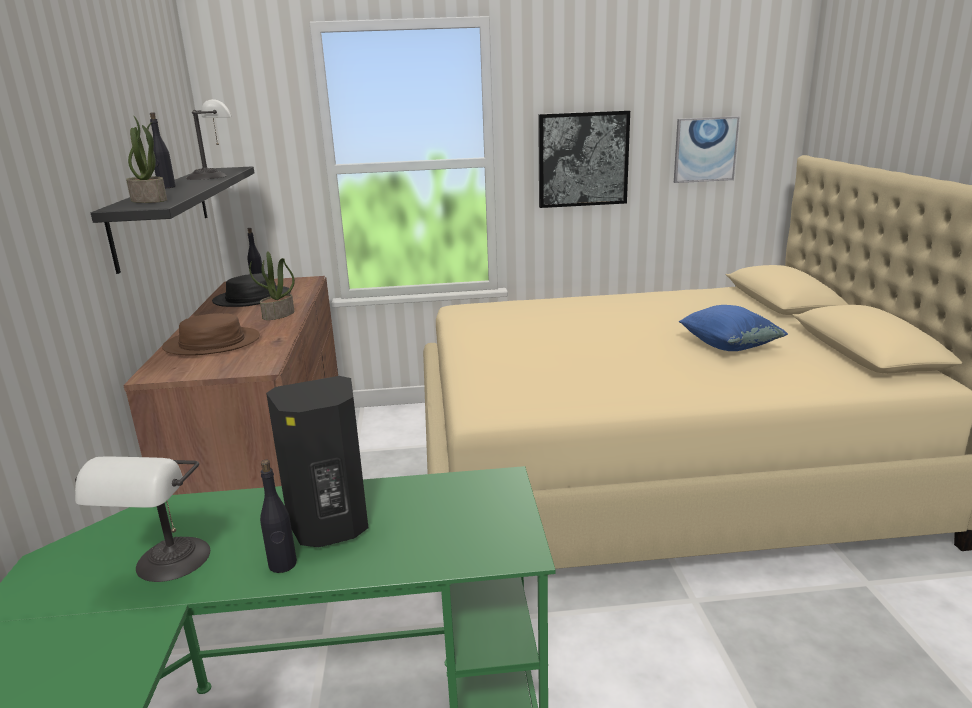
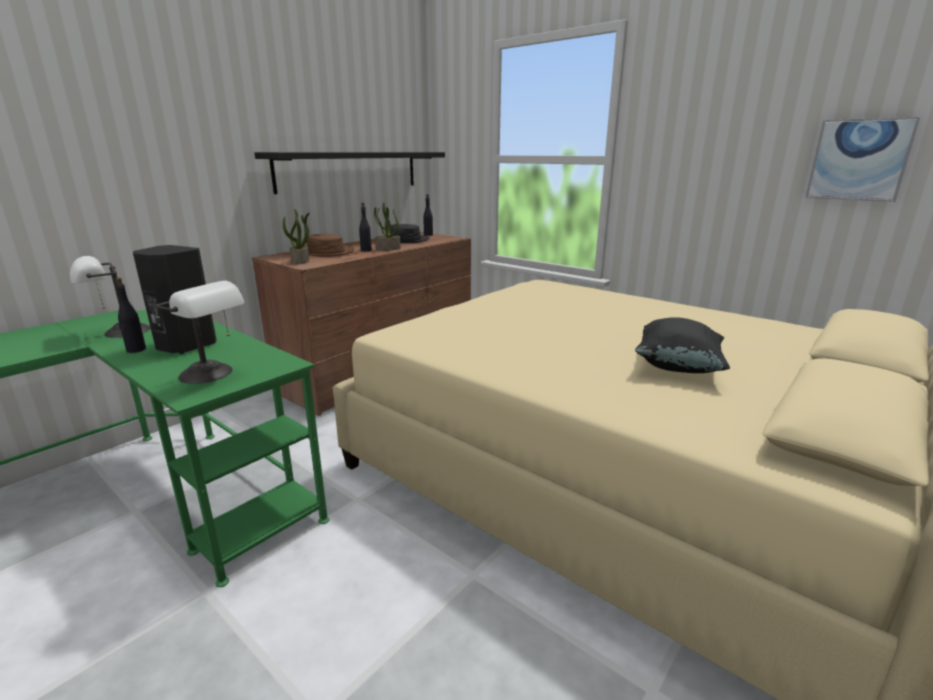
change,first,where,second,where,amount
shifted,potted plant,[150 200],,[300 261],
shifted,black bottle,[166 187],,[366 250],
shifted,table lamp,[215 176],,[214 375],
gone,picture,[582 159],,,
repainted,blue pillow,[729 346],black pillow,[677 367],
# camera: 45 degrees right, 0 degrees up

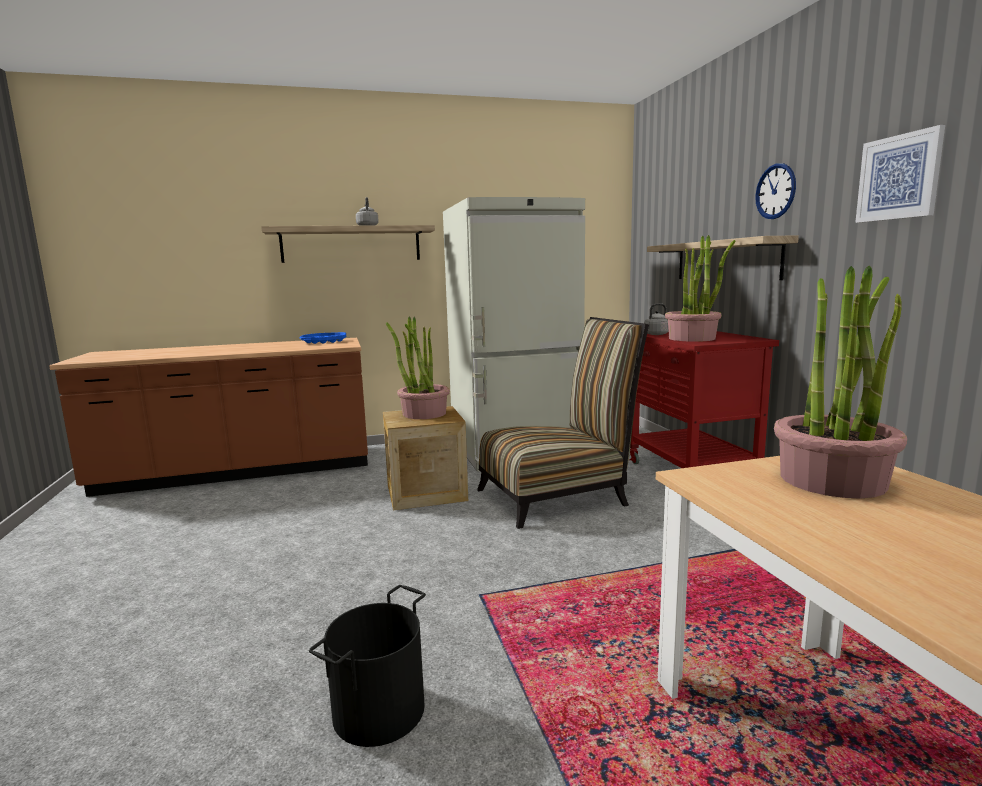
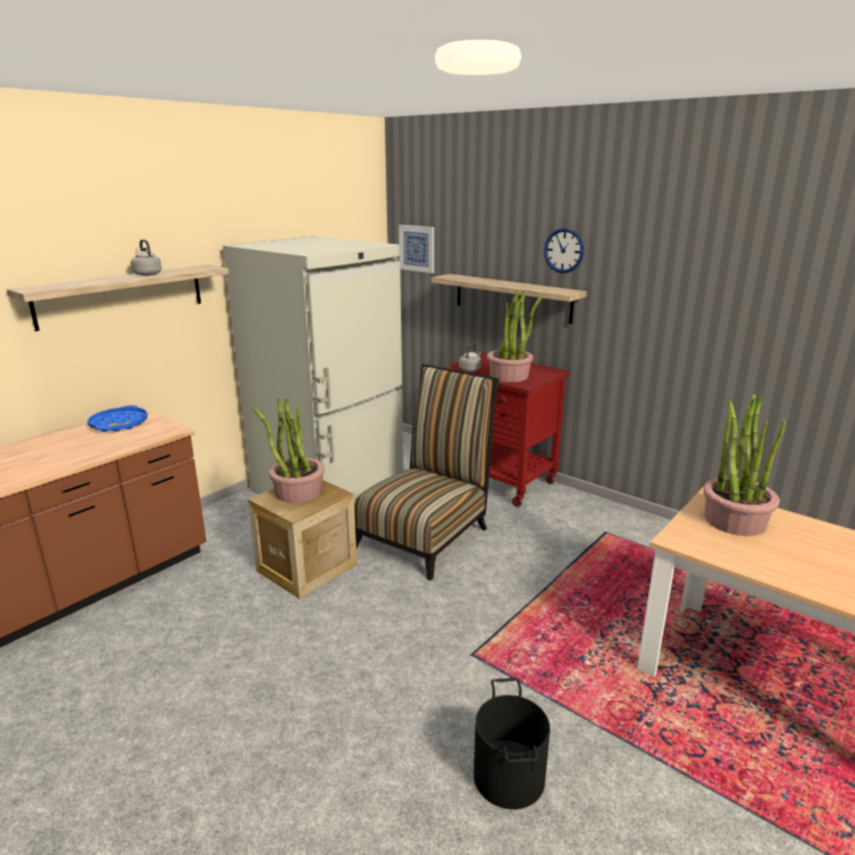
change,first,where,second,where,amount
shifted,picture,[899 177],,[417 248],
# camera: 35 degrees left, 10 degrees up

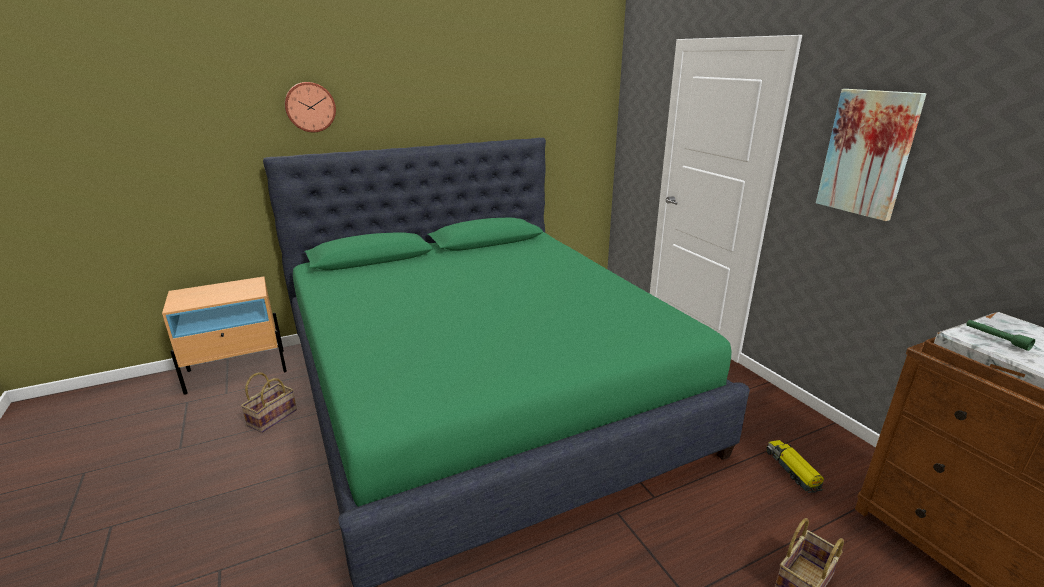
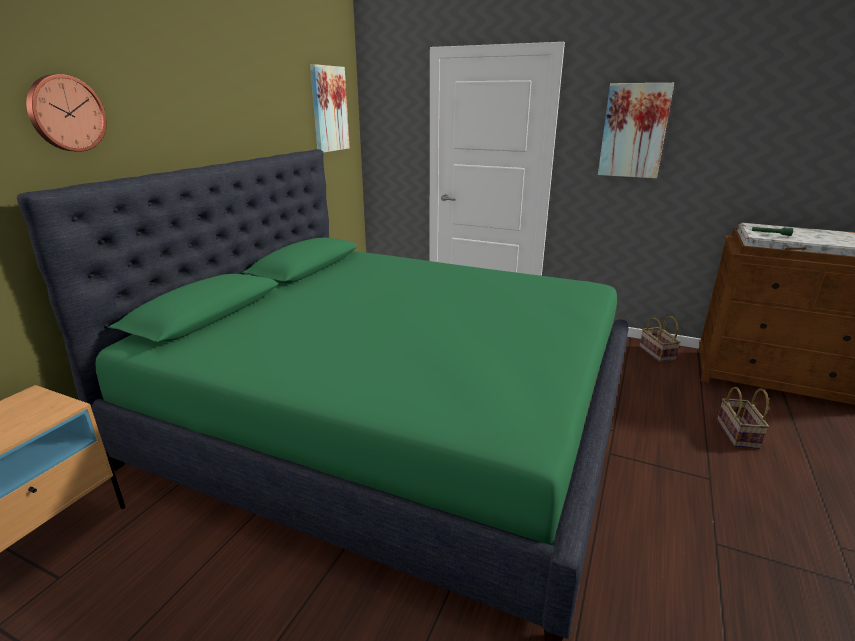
change,first,where,second,where,amount
shifted,basket,[272 417],,[655 353],
gone,toy truck,[792 471],,,
new,,,picture,[329 109],
# camera: 40 degrees left, 0 degrees up

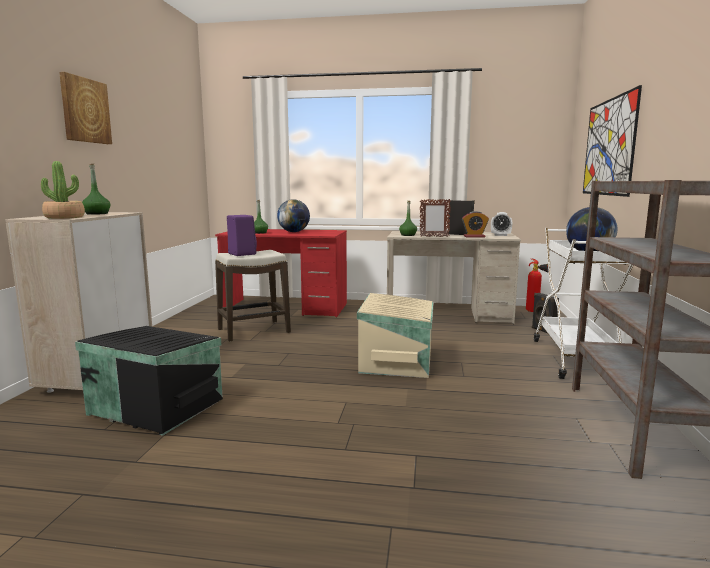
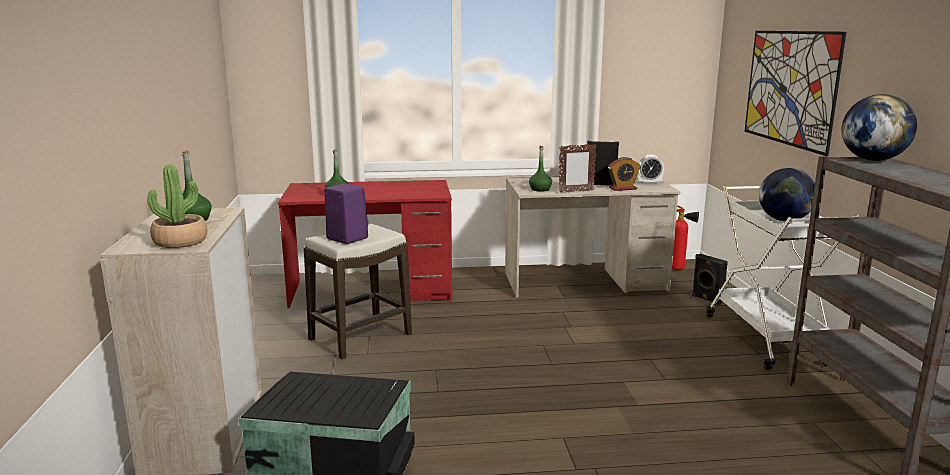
change,first,where,second,where,amount
gone,picture,[85 110],,,
shifted,globe,[294 232],,[873 160],
gone,beige storage box,[398 360],,,
# camera: 15 degrees left, 5 degrees up

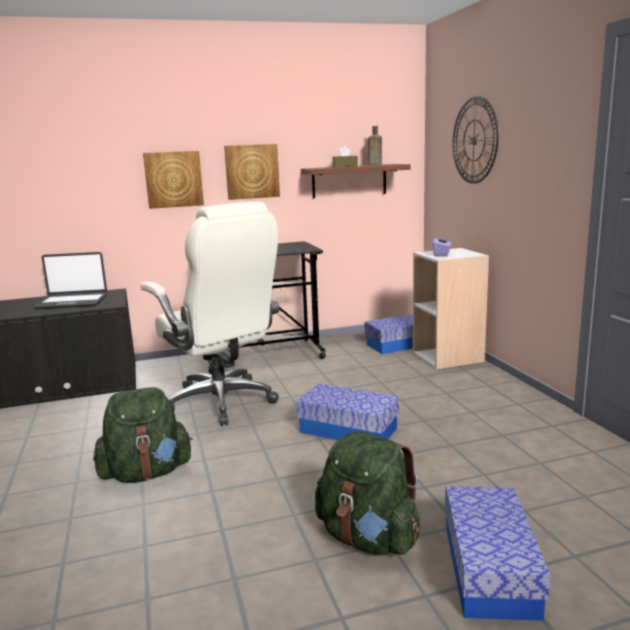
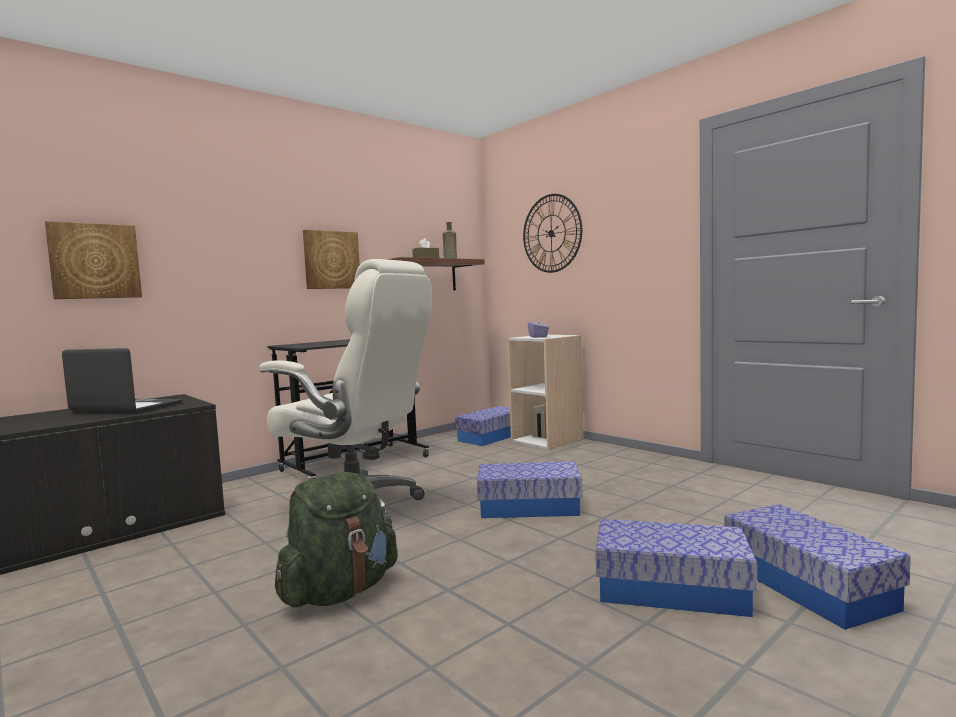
change,first,where,second,where,amount
rotated,laptop,[72 302],,[126 408],135 degrees counterclockwise
shifted,picture,[173 179],,[95 261],
swapped,green backpack,[368 538],storage box,[671 590],
# camera: 25 degrees left, 10 degrees down

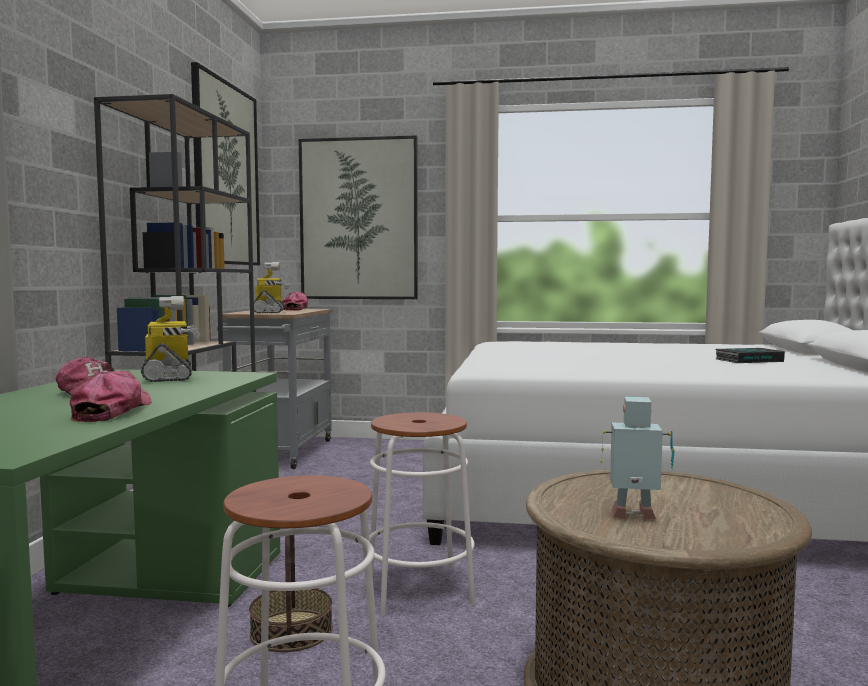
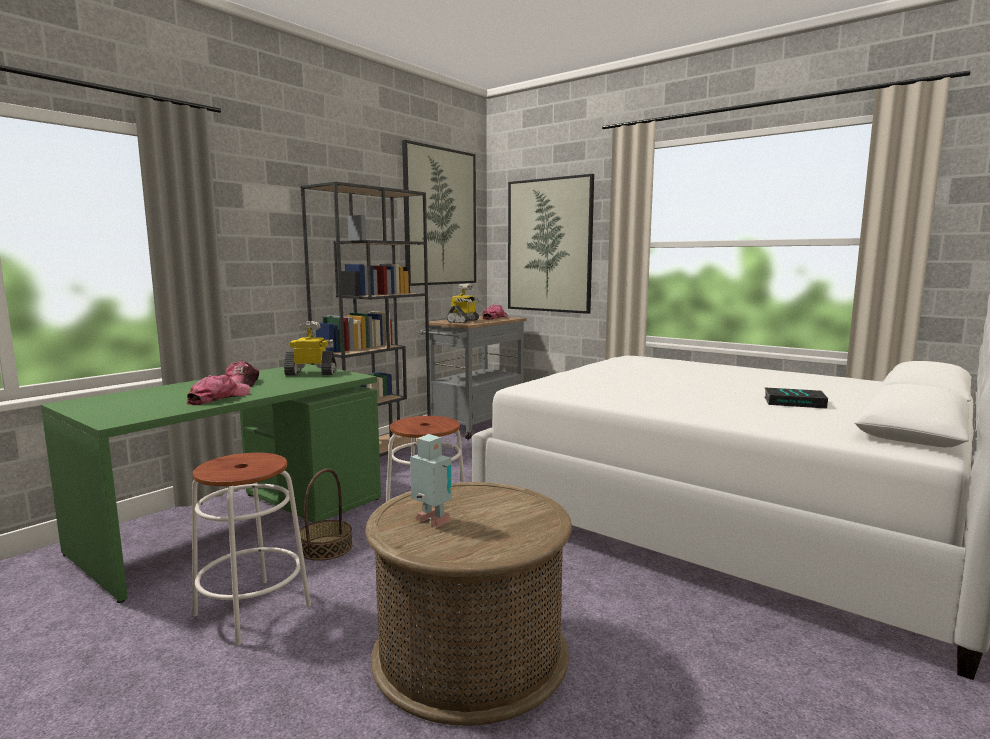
change,first,where,second,where,amount
rotated,toy robot,[169 376],,[312 373],105 degrees counterclockwise
# camera: 30 degrees right, 5 degrees up

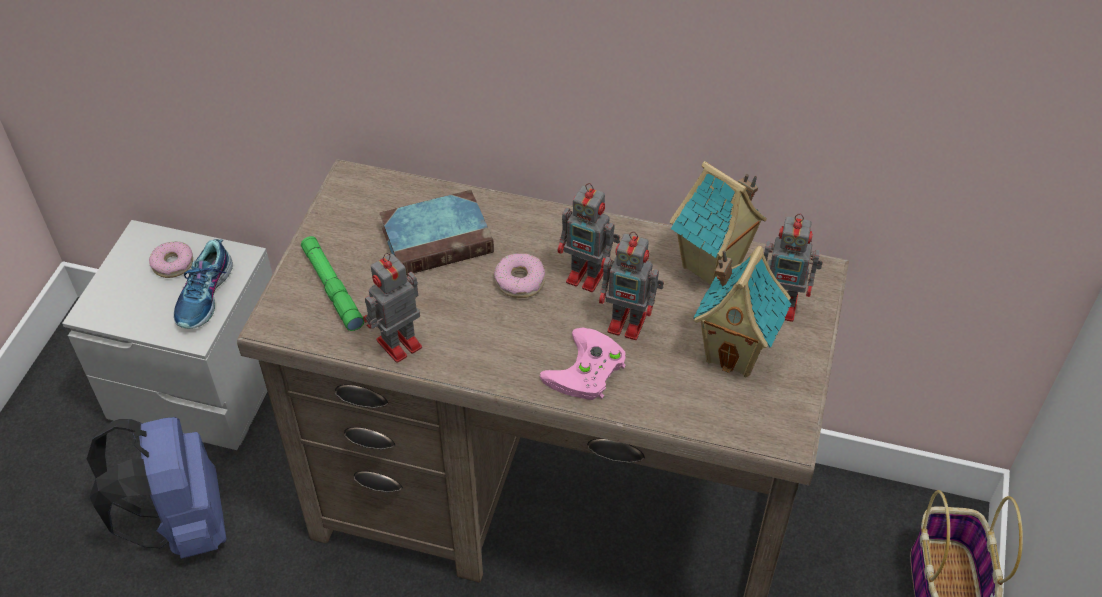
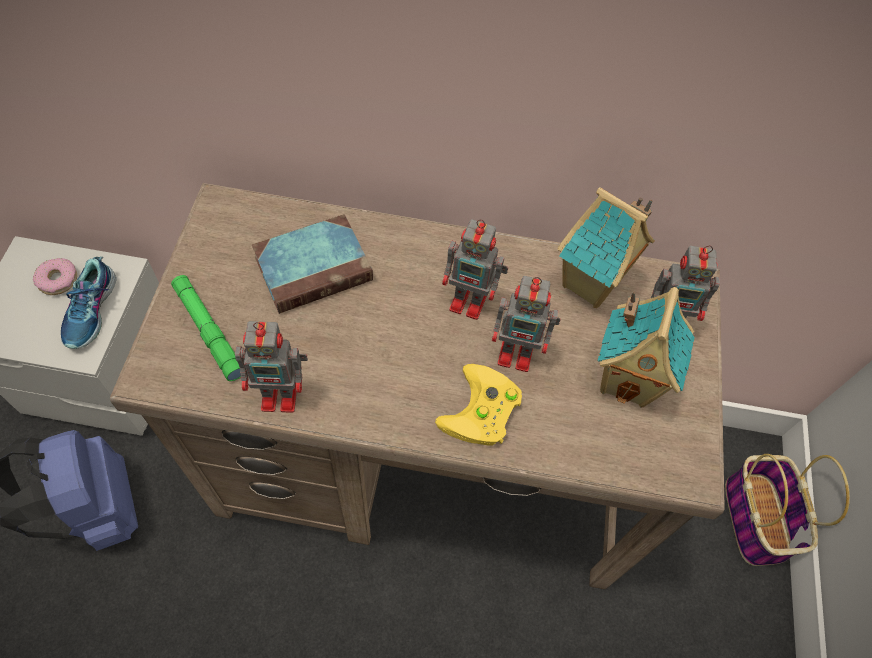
change,first,where,second,where,amount
rotated,toy robot,[397 345],,[282 394],135 degrees counterclockwise
gone,donut,[520 281],,,
repainted,pink game controller,[586 372],yellow game controller,[482 413],
# camera: 10 degrees left, 10 degrees up

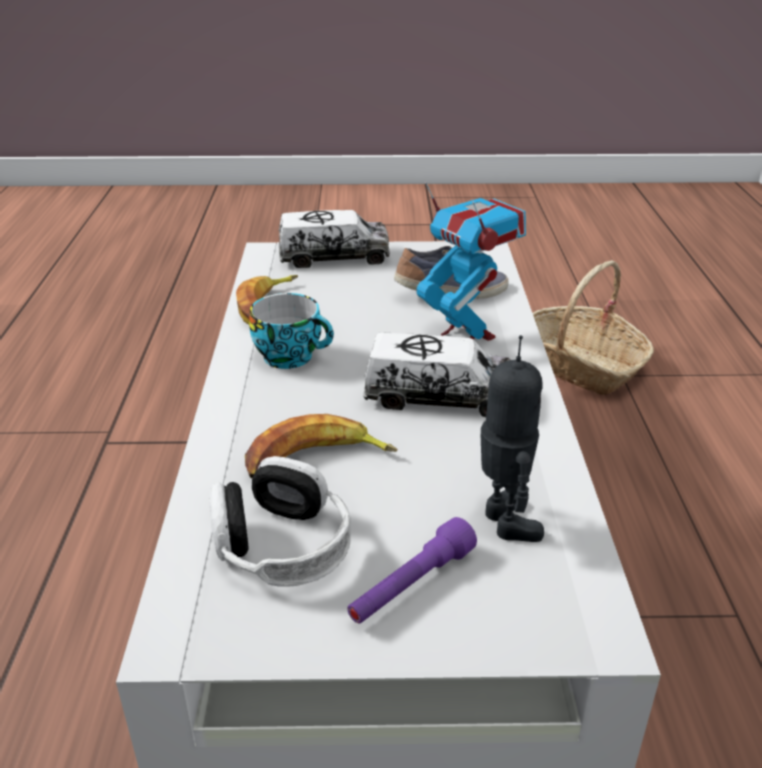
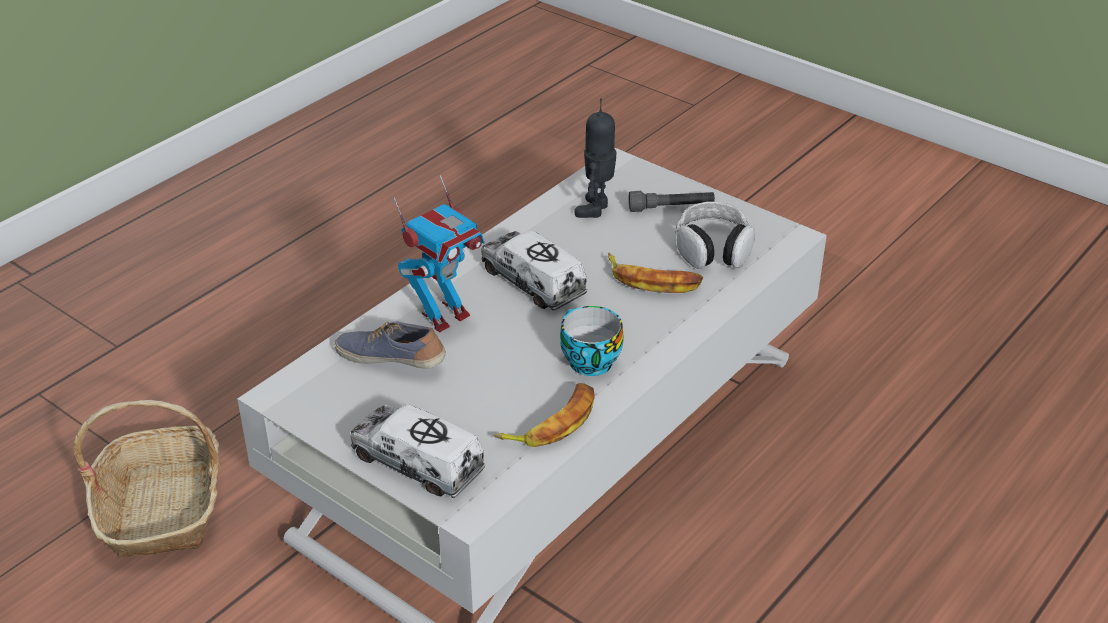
change,first,where,second,where,amount
repainted,purple flashlight,[411 585],grey flashlight,[671 208],
rotated,toy robot,[466 334],,[444 316],135 degrees counterclockwise
# camera: 140 degrees left, 5 degrees up

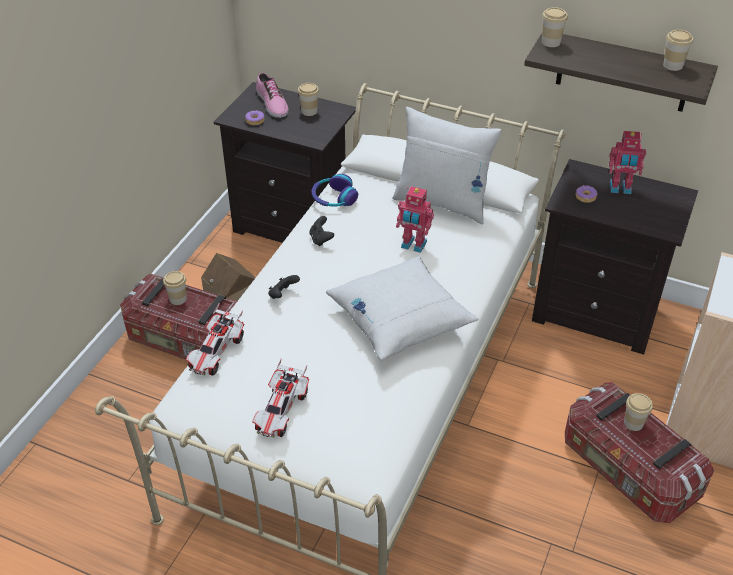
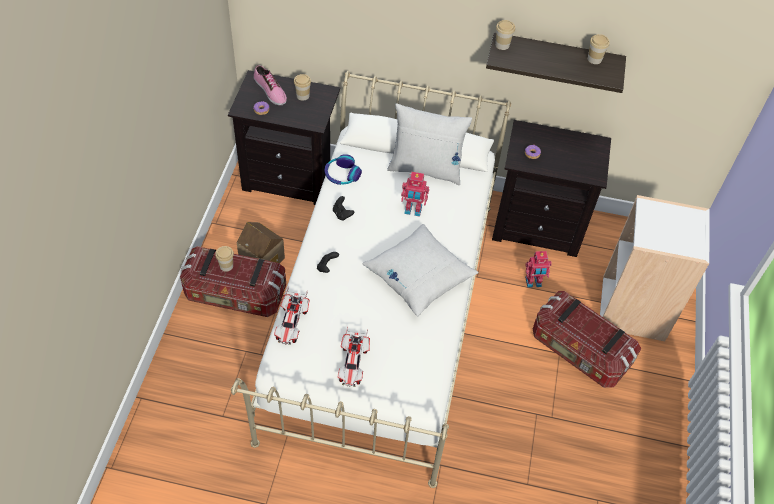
change,first,where,second,where,amount
shifted,toy robot,[620 189],,[533 283],
gone,cup,[633 423],,,
# camera: 15 degrees left, 10 degrees up

